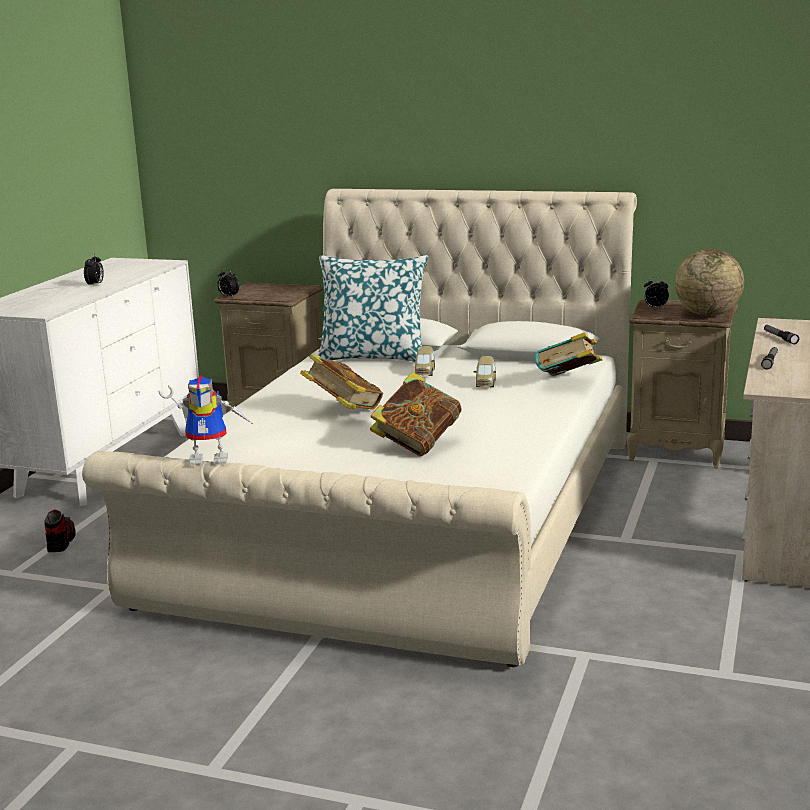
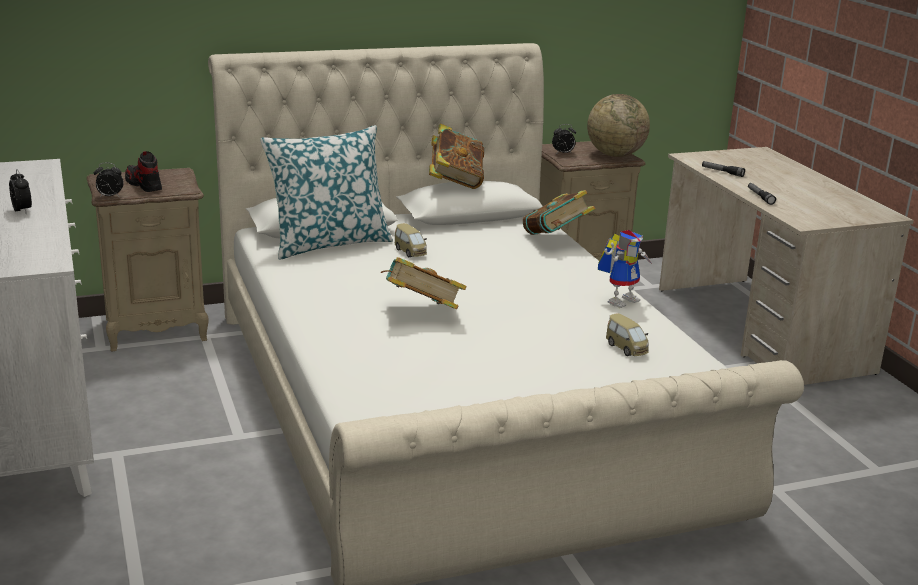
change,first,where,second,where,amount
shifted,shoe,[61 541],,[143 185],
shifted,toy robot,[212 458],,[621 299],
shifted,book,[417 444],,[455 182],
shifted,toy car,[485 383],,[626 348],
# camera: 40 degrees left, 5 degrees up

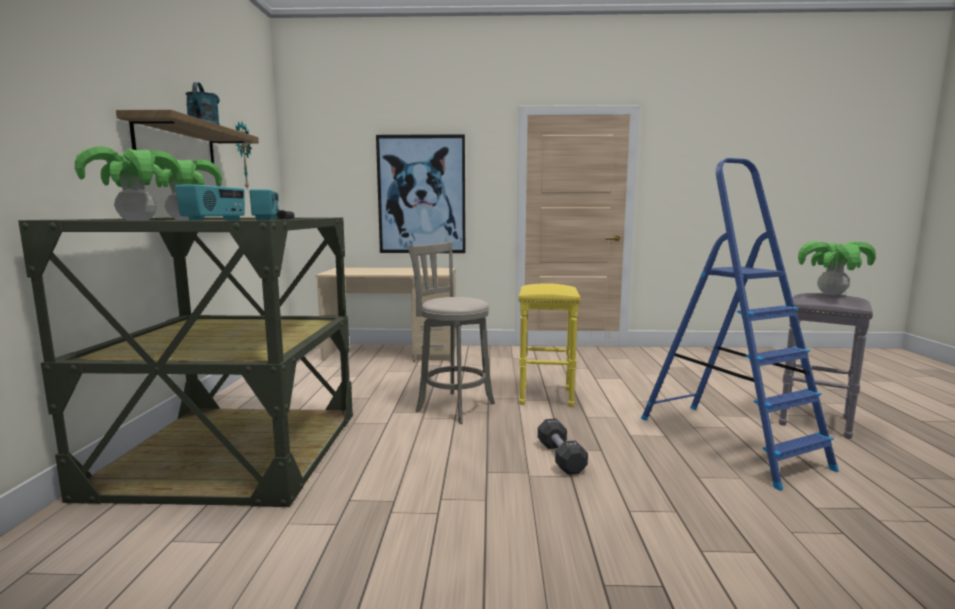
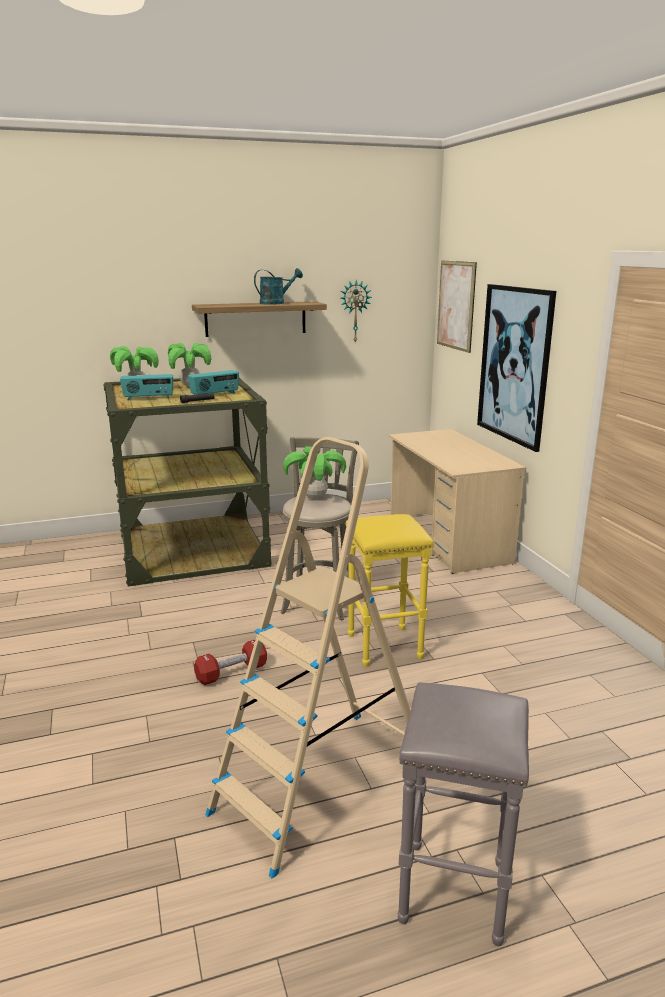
change,first,where,second,where,amount
repainted,black dumbbell,[560 457],red dumbbell,[231 672],
repainted,blue step ladder,[729 442],beige step ladder,[320 786],
shifted,potted plant,[831 294],,[315 497],
new,,,picture,[456 305],
# camera: 70 degrees right, 10 degrees up

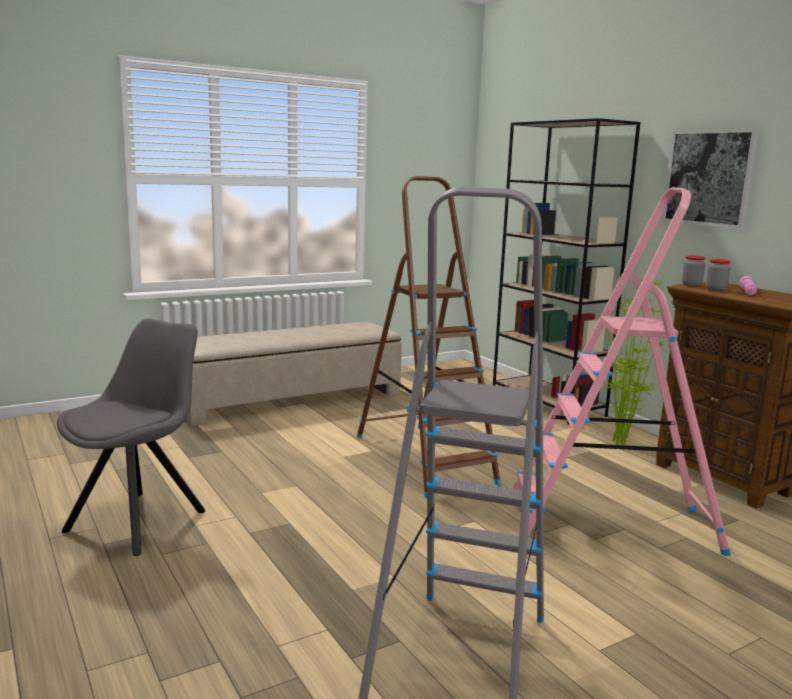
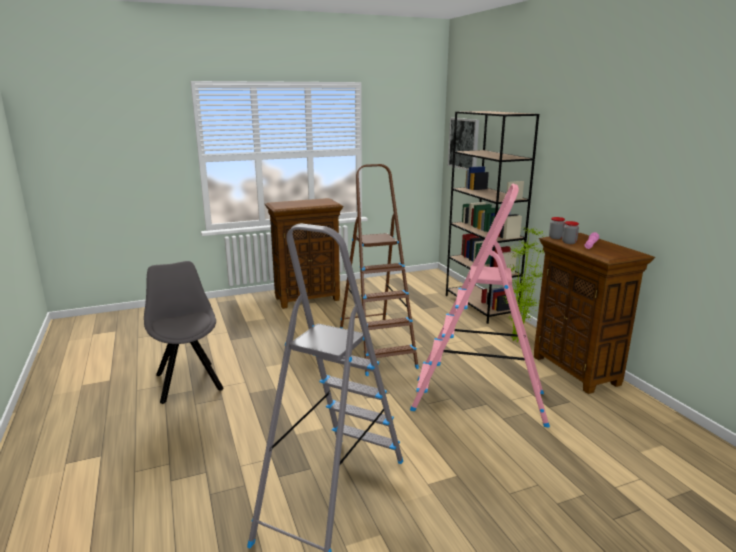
change,first,where,second,where,amount
rotated,grey chair,[138 521],,[188 382],60 degrees counterclockwise
swapped,beige bench,[290 399],brown cabinet,[308 298],
shifted,picture,[709 178],,[464 143],
# camera: 10 degrees right, 5 degrees up

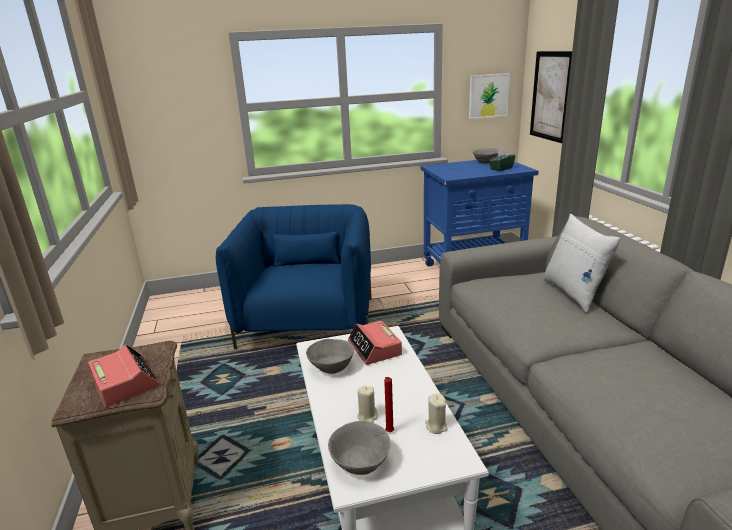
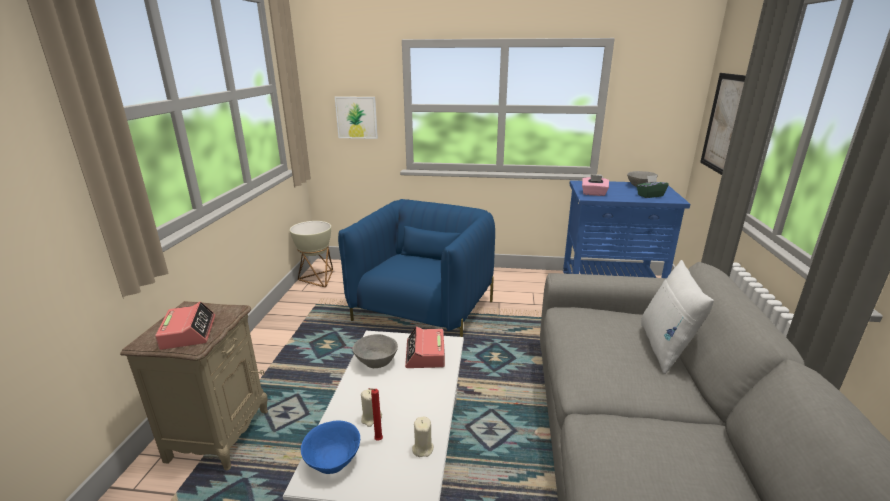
change,first,where,second,where,amount
repainted,grey bowl,[359 463],blue bowl,[332 460],
shifted,picture,[488 96],,[356 117],
new,,,planter,[317 279],
new,,,pink tissue box,[594 194],
# camera: 20 degrees right, 0 degrees up

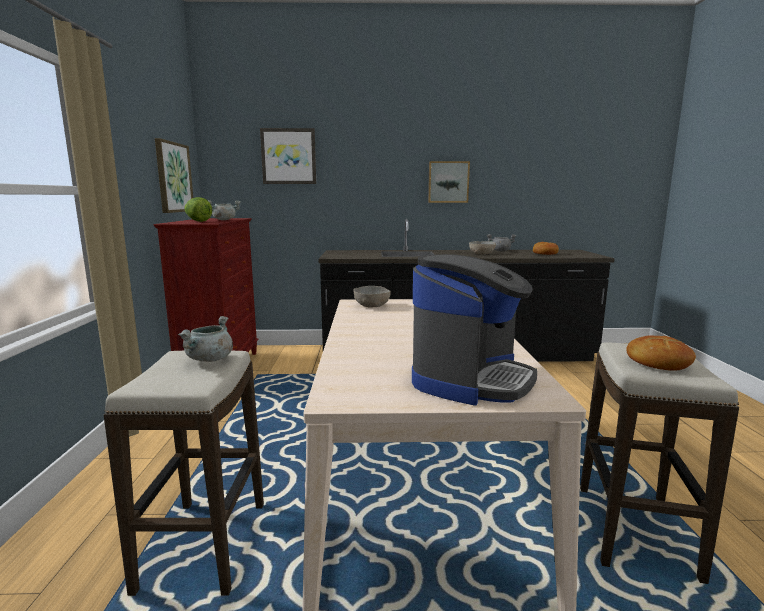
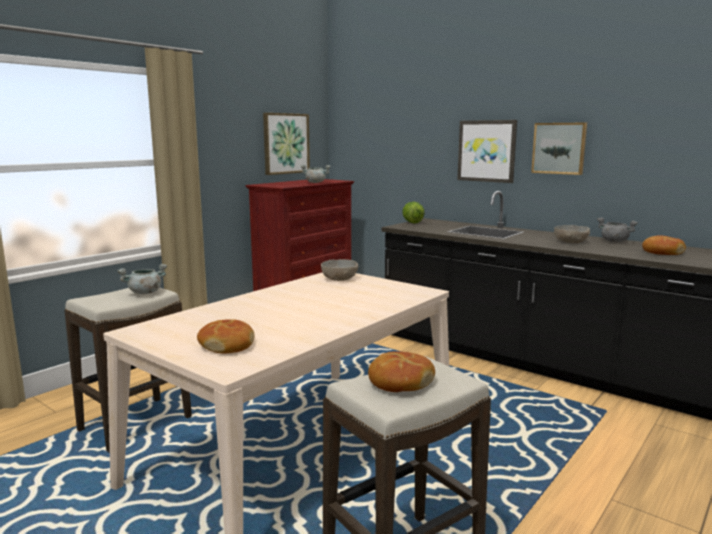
change,first,where,second,where,amount
shifted,lettuce,[198 221],,[412 222],
shifted,picture,[288 156],,[487 151],
swapped,coffee machine,[471 379],bread,[227 345],
# camera: 40 degrees right, 0 degrees up

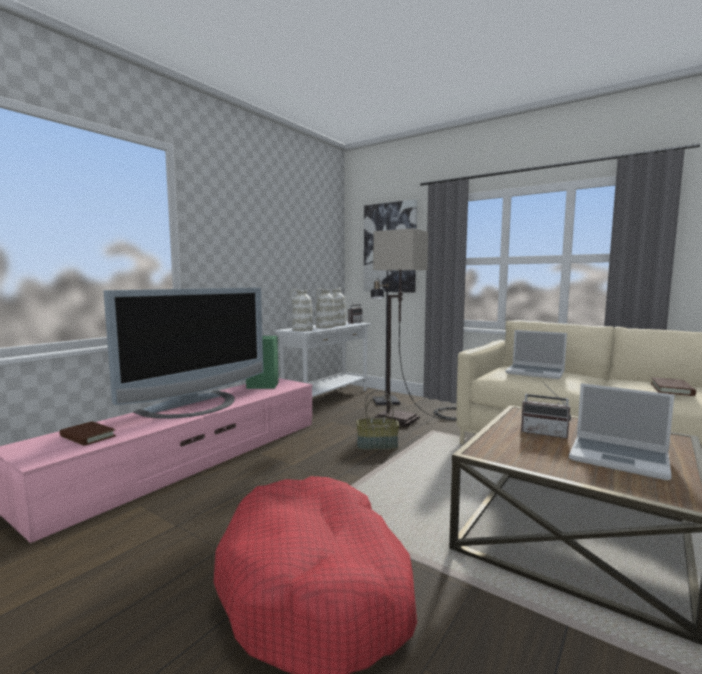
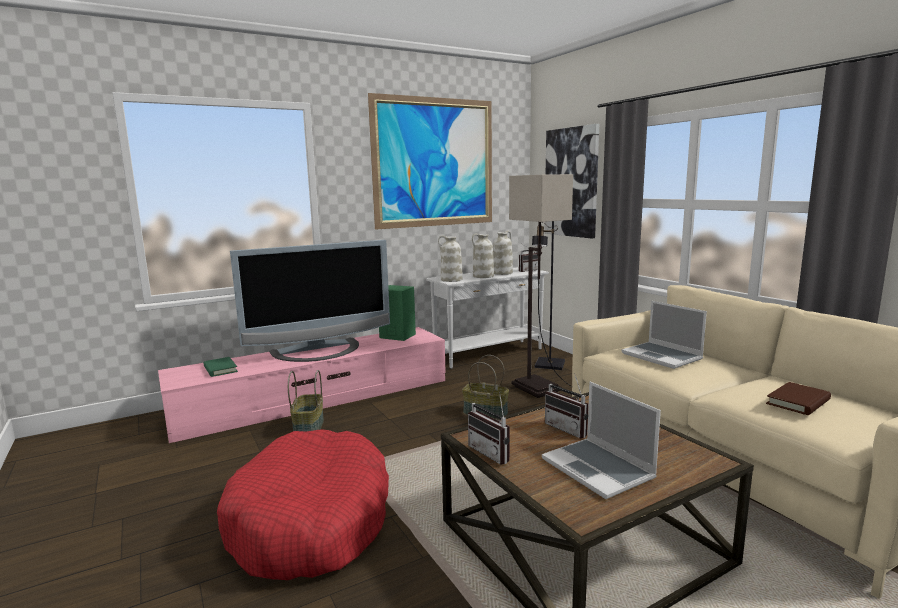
change,first,where,second,where,amount
repainted,brown book,[88 436],green book,[220 369],
new,,,basket,[308 428],
new,,,picture,[434 163],
new,,,radio,[493 453],
# camera: 25 degrees right, 5 degrees up

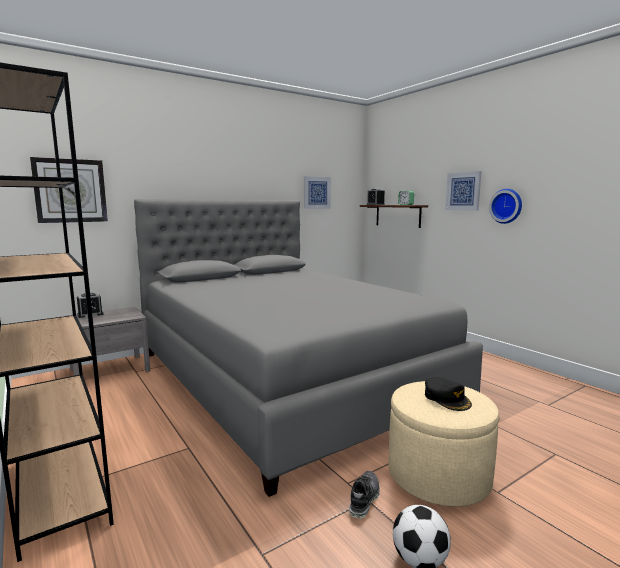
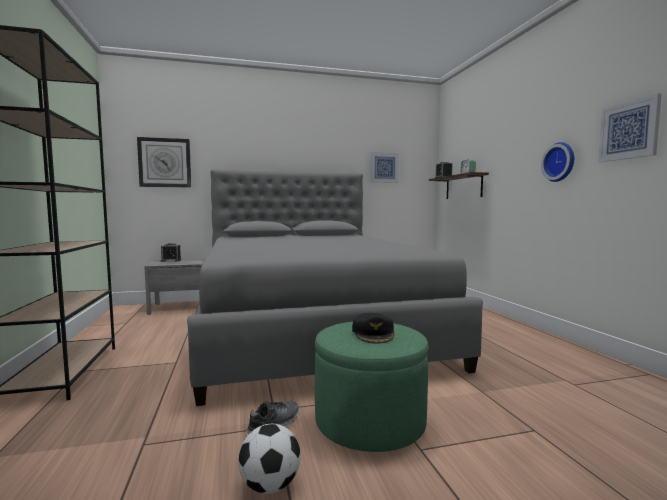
change,first,where,second,where,amount
repainted,beige ottoman,[438 475],green ottoman,[370 421],
shifted,picture,[463 191],,[629 130],
# camera: 20 degrees right, 5 degrees down

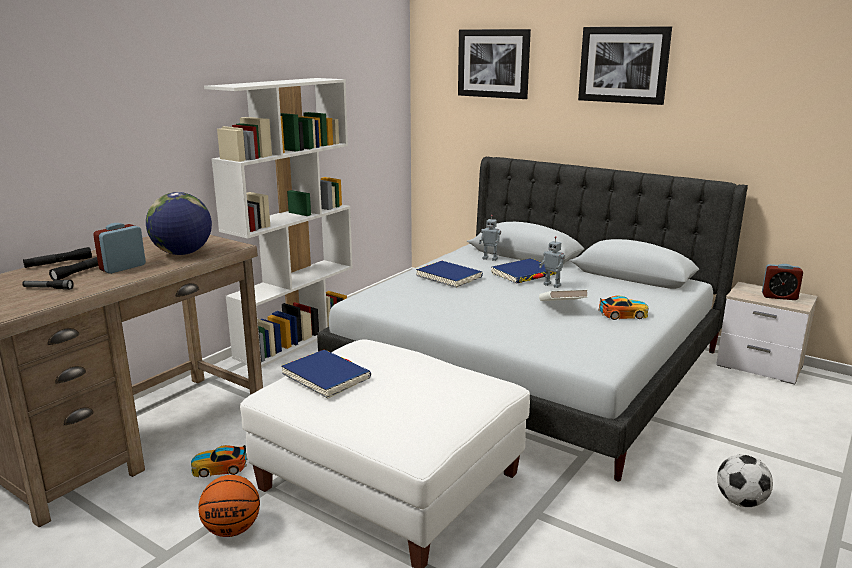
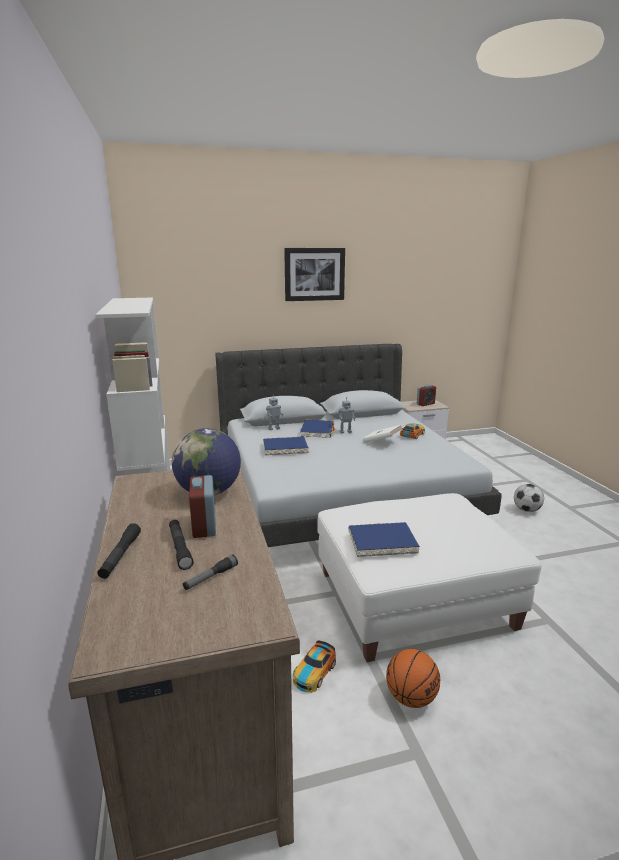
change,first,where,second,where,amount
gone,picture,[493 63],,,
# camera: 50 degrees left, 0 degrees up

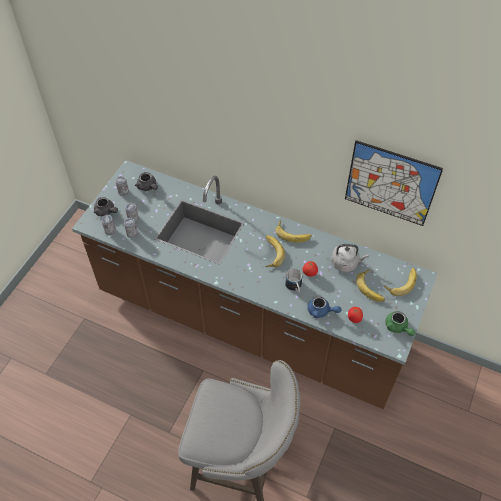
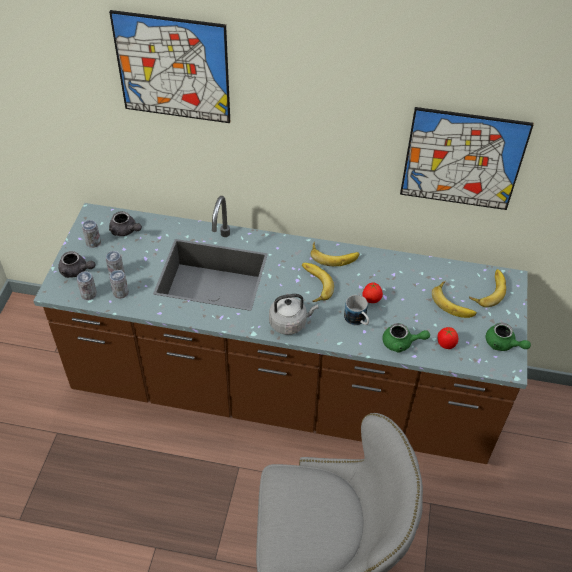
change,first,where,second,where,amount
repainted,blue teapot,[321 311],green teapot,[401 343],
shifted,grey kettle,[346 263],,[290 323],
new,,,picture,[173 68],
# camera: 15 degrees left, 5 degrees down

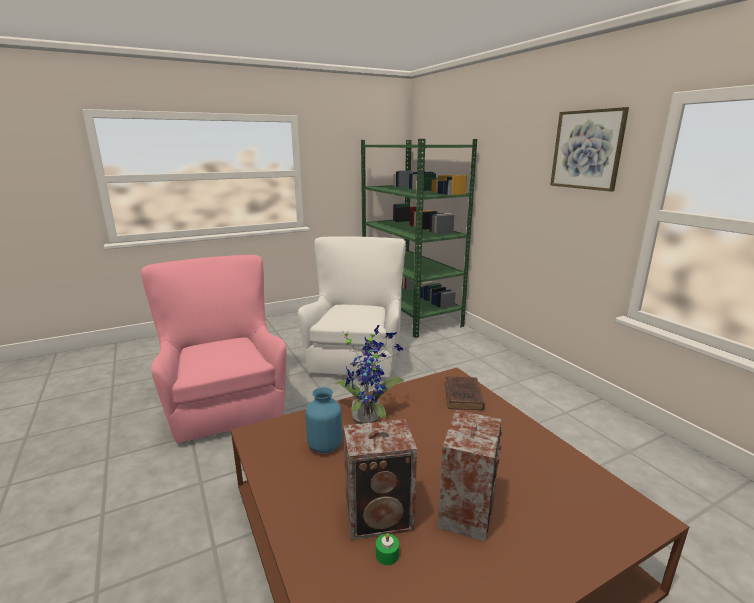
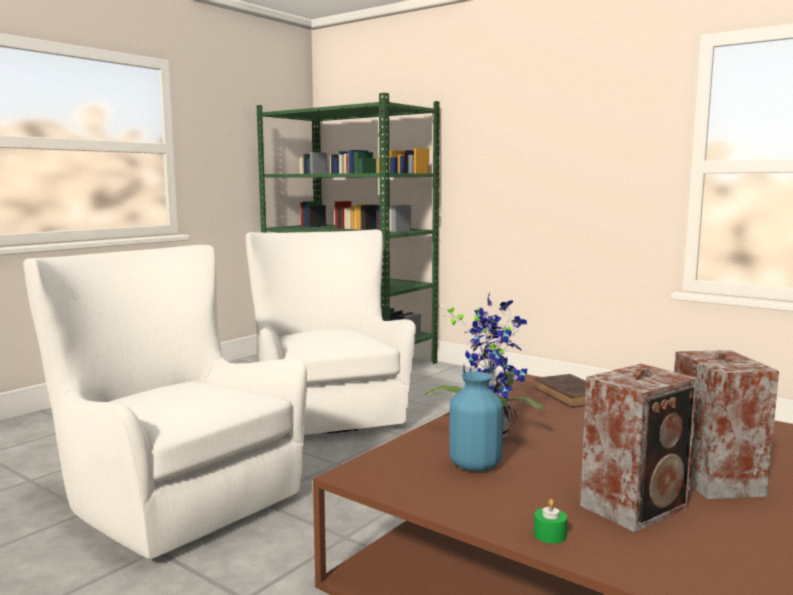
change,first,where,second,where,amount
repainted,pink armchair,[225 403],white armchair,[171 500],
shifted,green candle,[387 554],,[549 535],
gone,picture,[587 150],,,
# camera: 25 degrees left, 10 degrees down

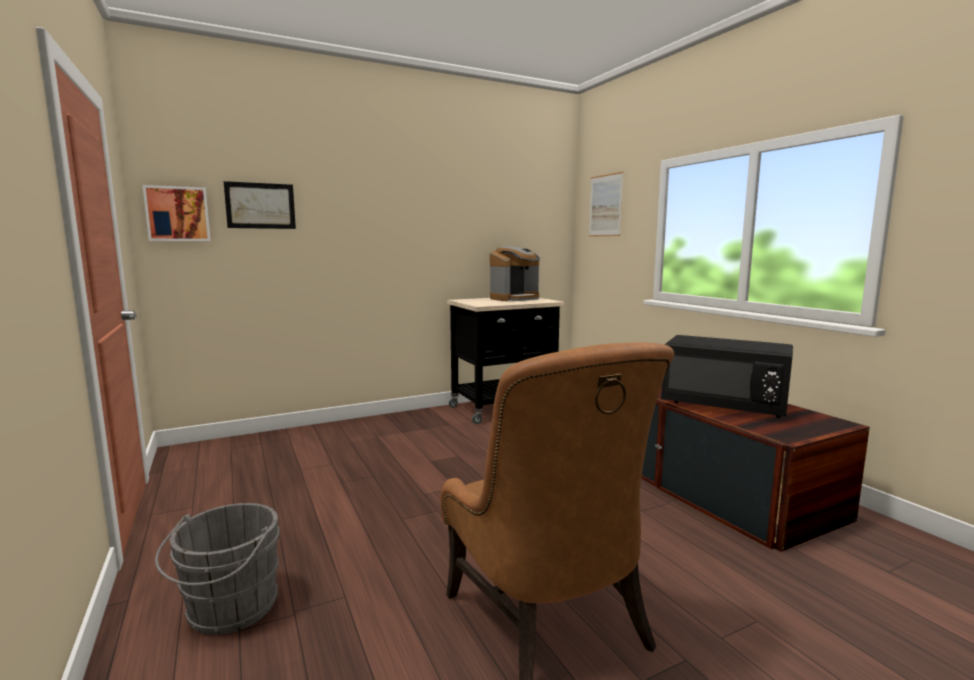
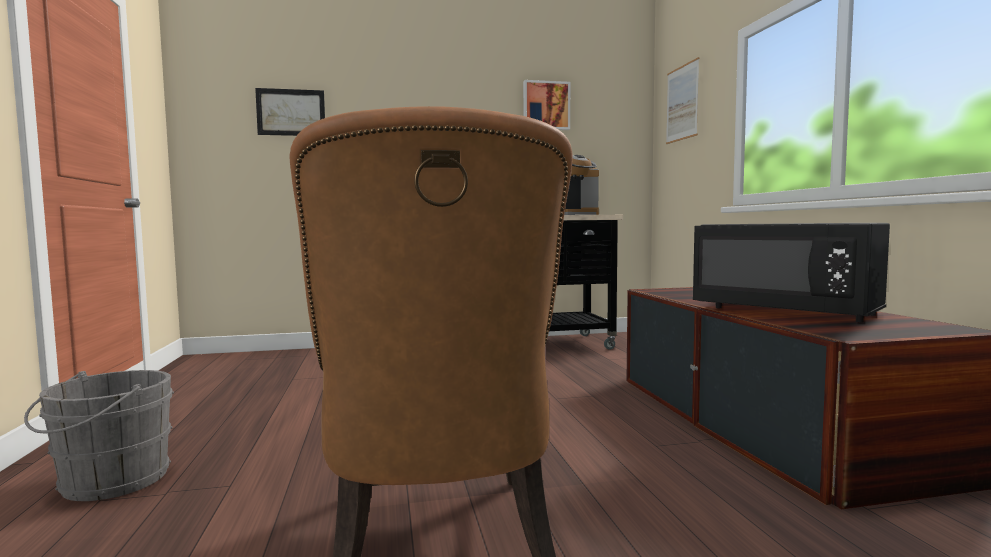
change,first,where,second,where,amount
shifted,picture,[178 214],,[546 106],
# camera: 15 degrees right, 5 degrees down

